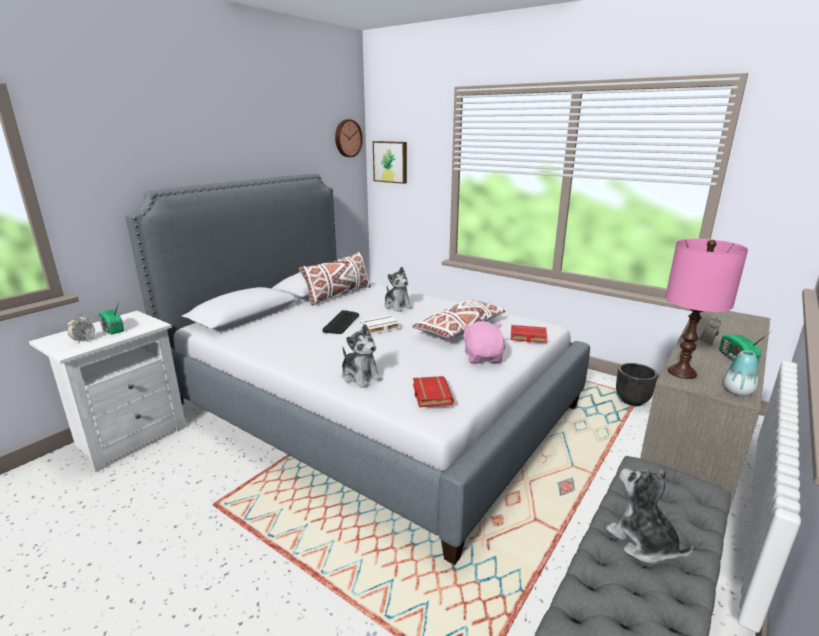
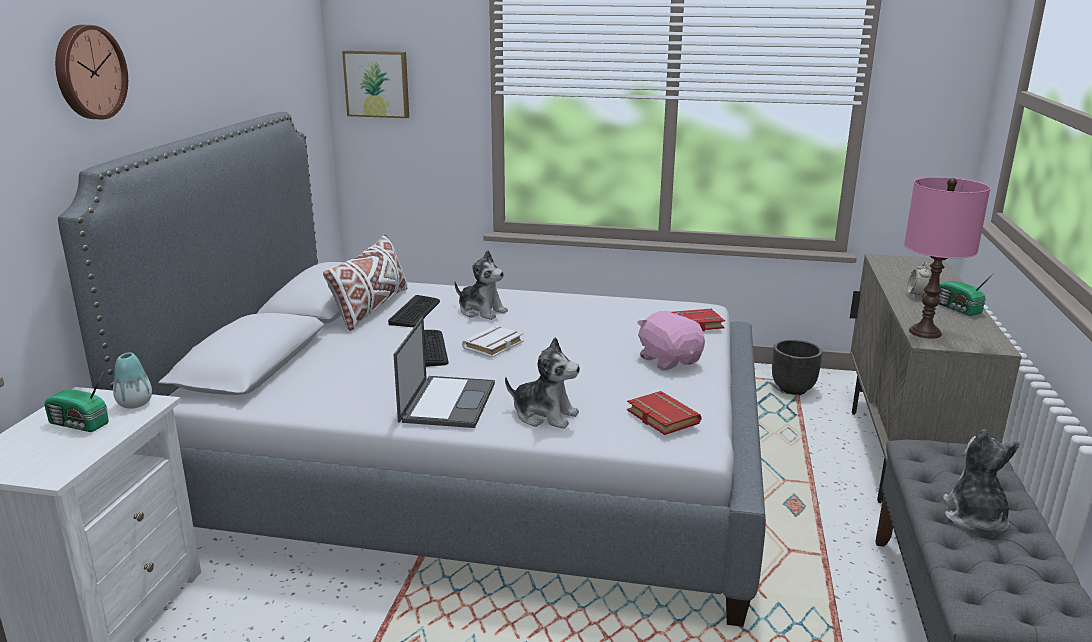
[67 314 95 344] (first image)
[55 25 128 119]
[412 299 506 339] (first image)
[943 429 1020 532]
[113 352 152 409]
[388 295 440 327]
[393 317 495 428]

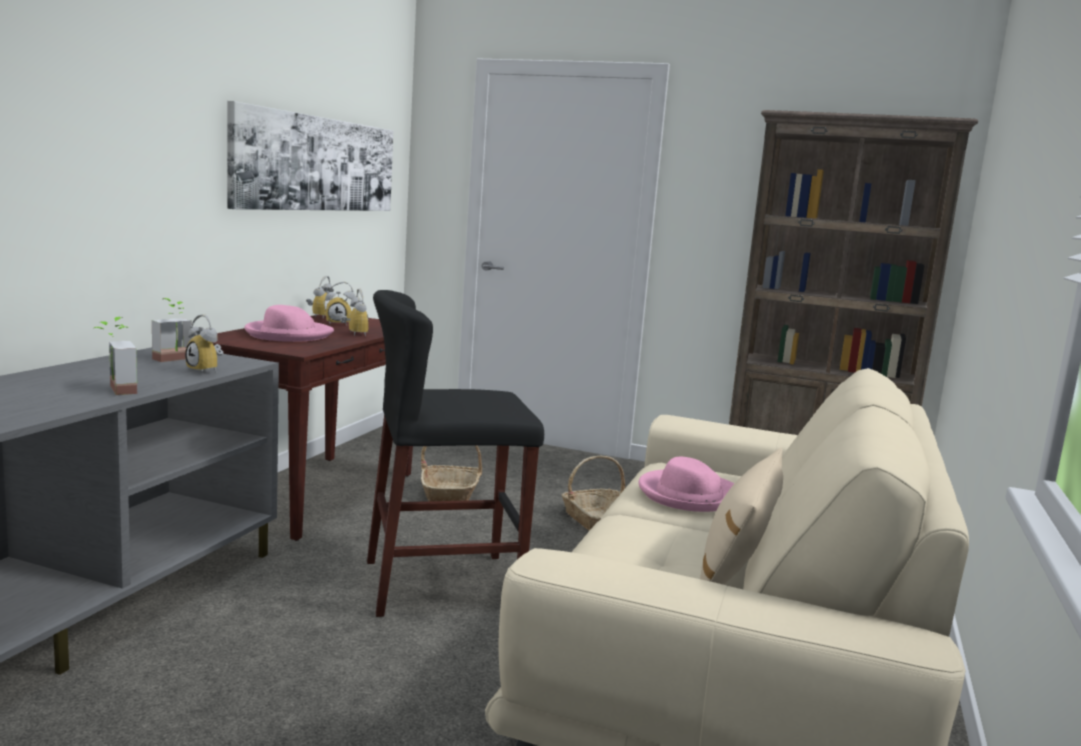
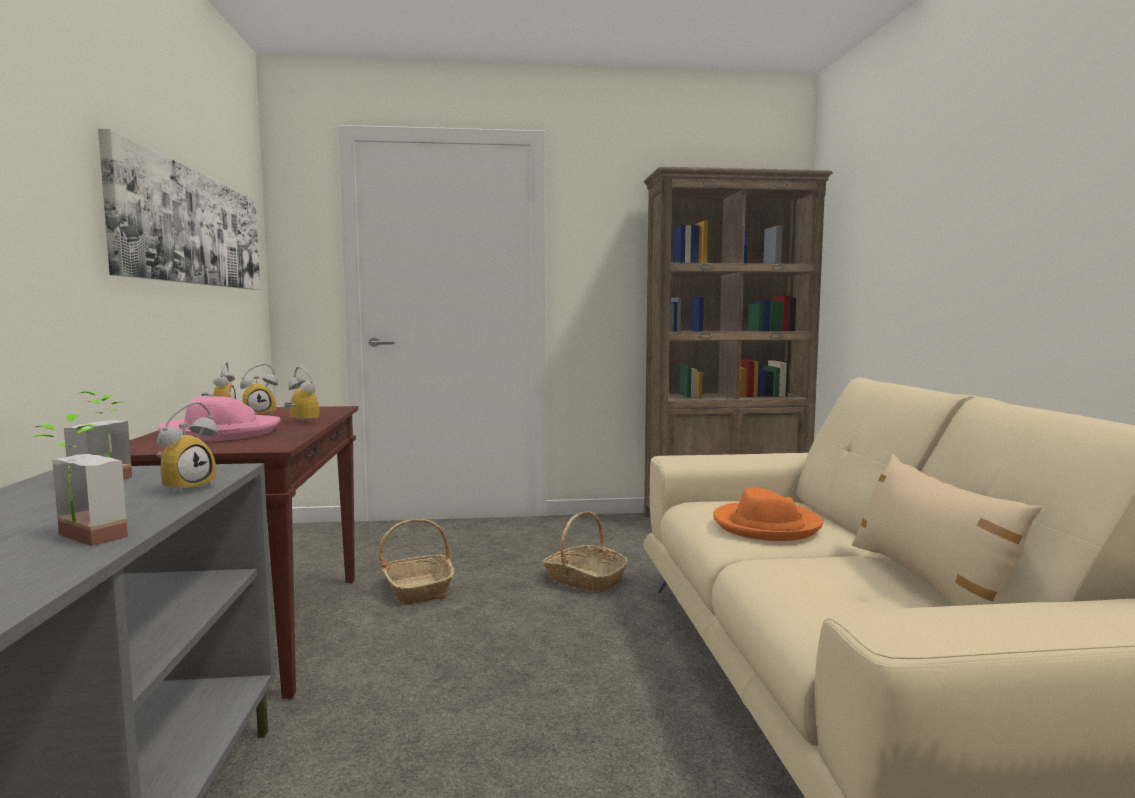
[157 401 218 495]
[367 290 544 617] (first image)
[713 488 823 541]

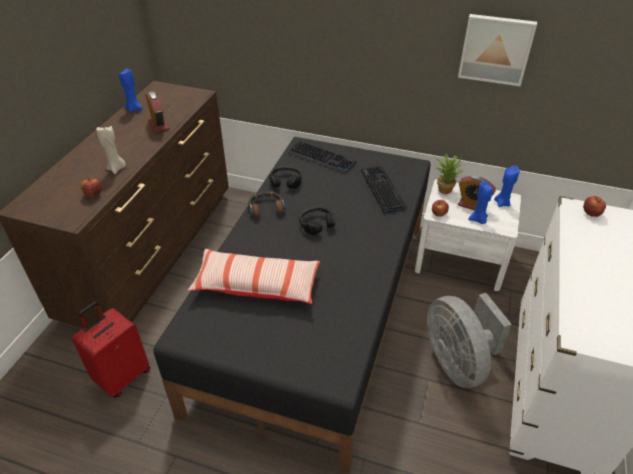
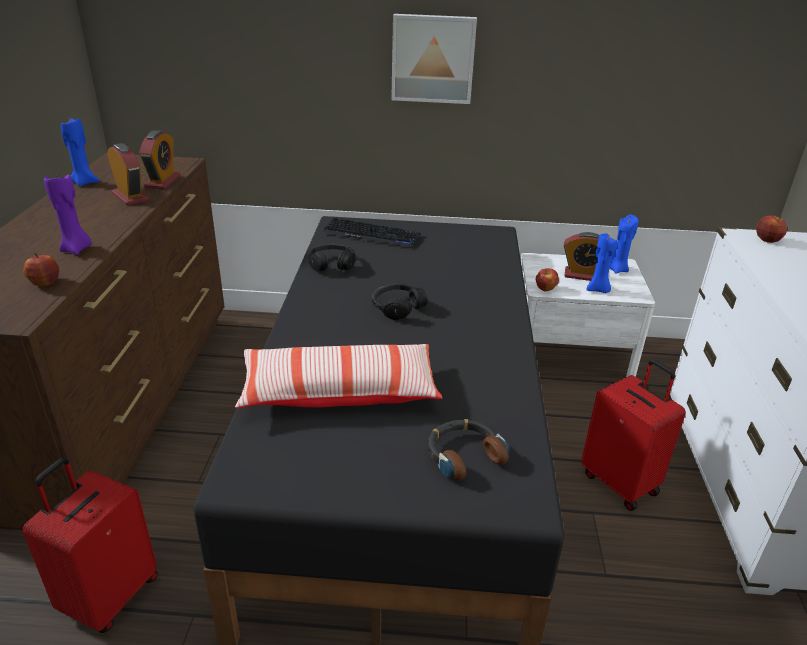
[44 174 91 255]
[428 419 509 480]
[361 166 408 213] (first image)
[581 359 686 511]
[435 153 463 194] (first image)
[391 14 477 104]
[139 130 181 189]

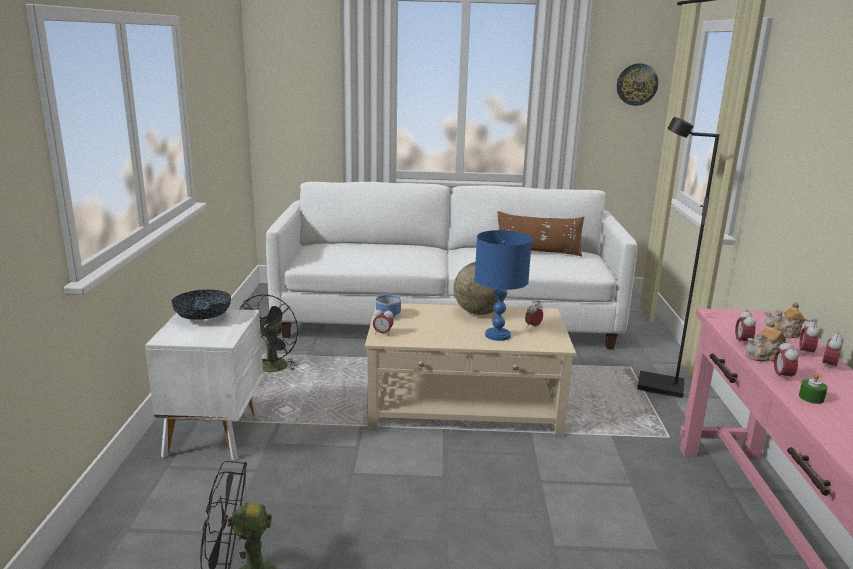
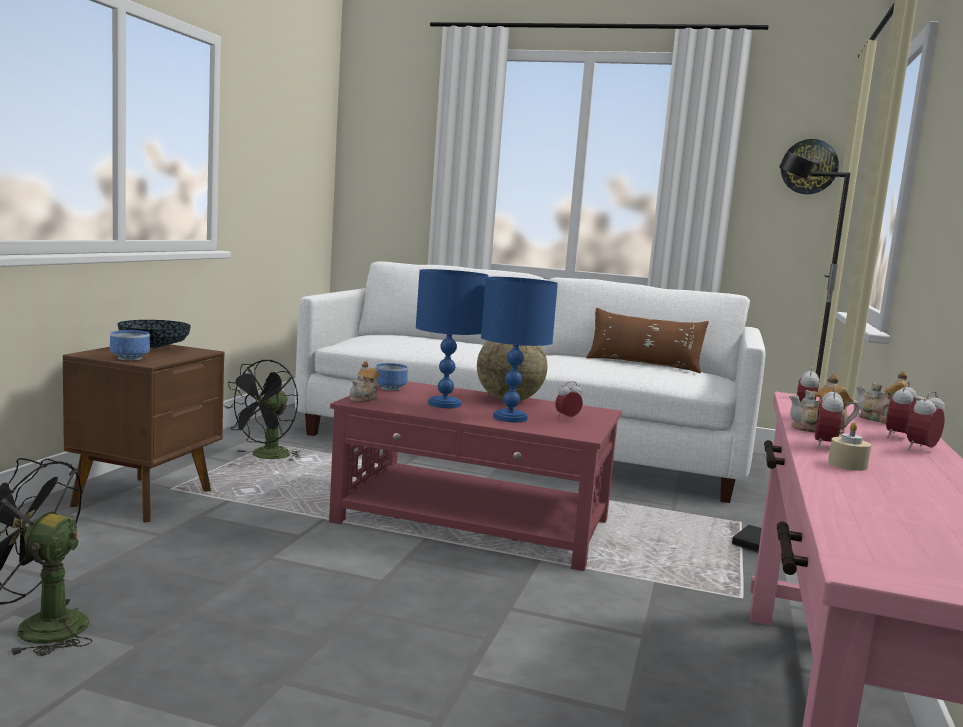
[63 344 225 523]
[329 381 622 571]
[350 361 379 402]
[828 422 871 471]
[110 330 150 361]
[416 269 488 408]

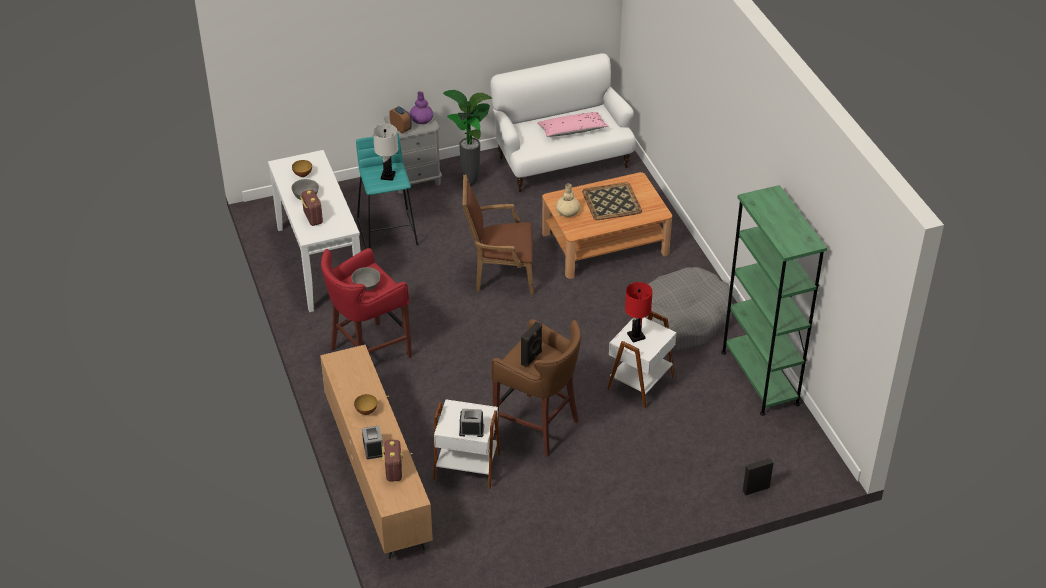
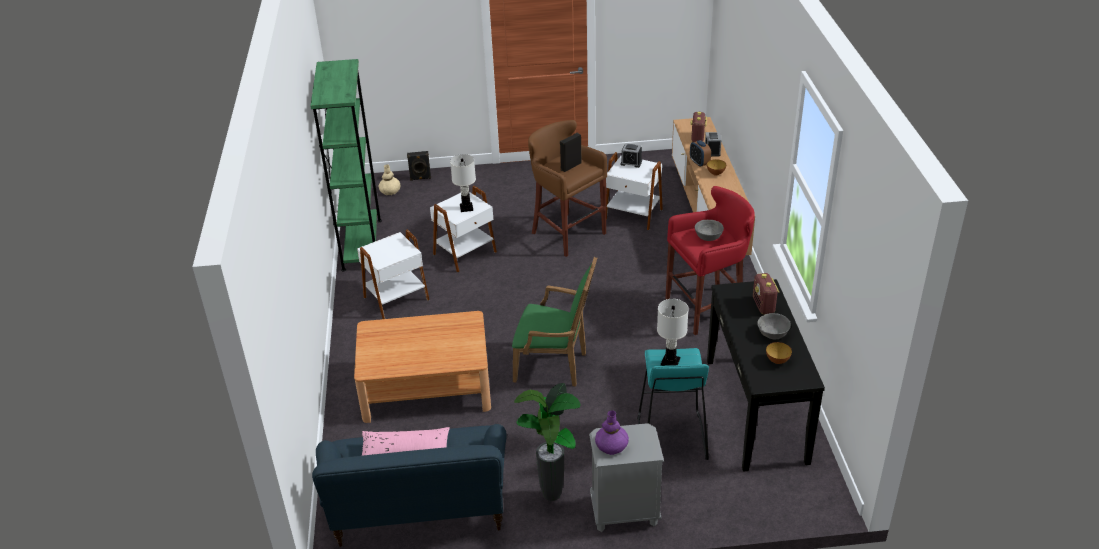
[707 279 825 472]
[690 140 711 167]
[512 257 597 386]
[312 424 507 547]
[378 164 400 195]
[582 182 642 220] (first image)
[450 154 476 212]
[357 230 429 319]

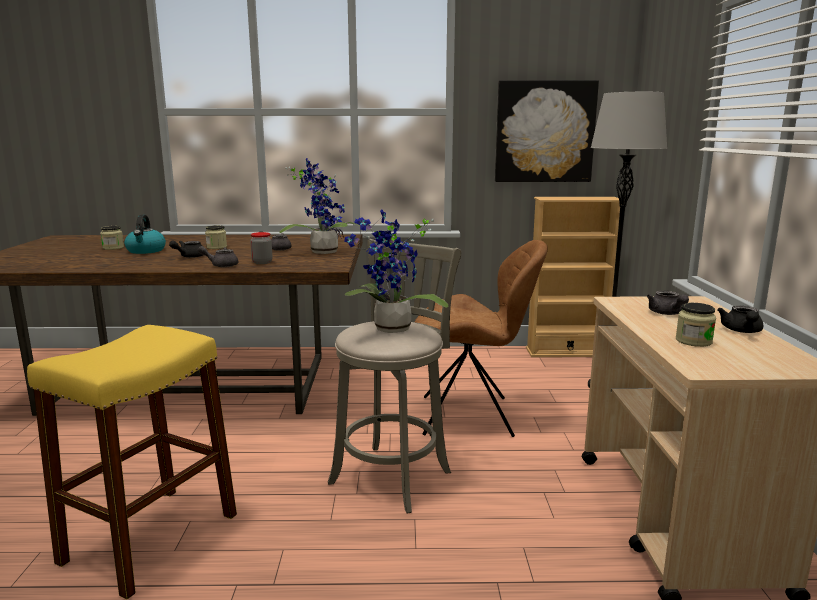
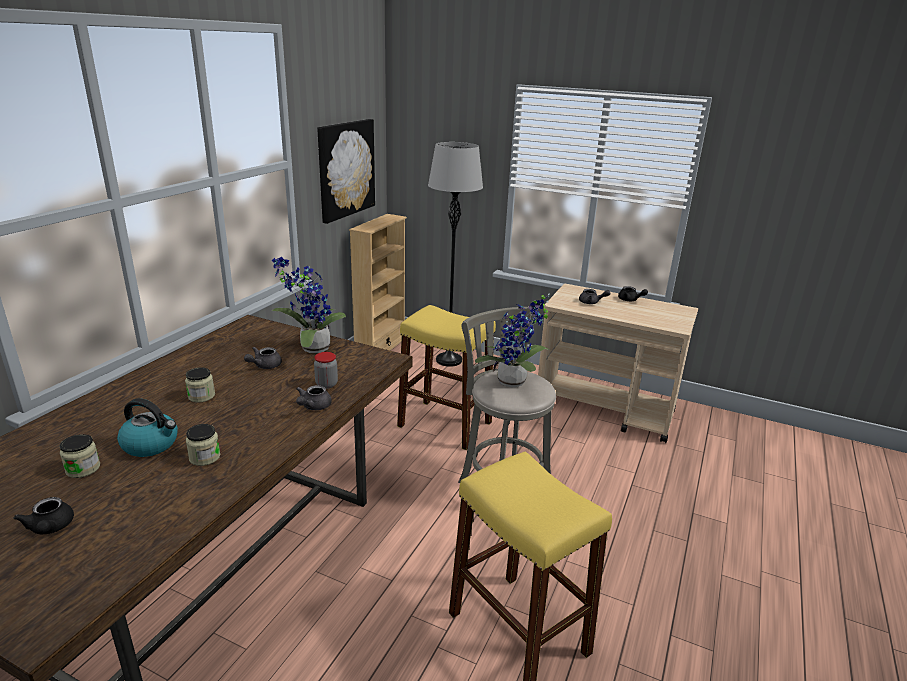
[14 497 74 534]
[397 305 496 450]
[186 424 221 466]

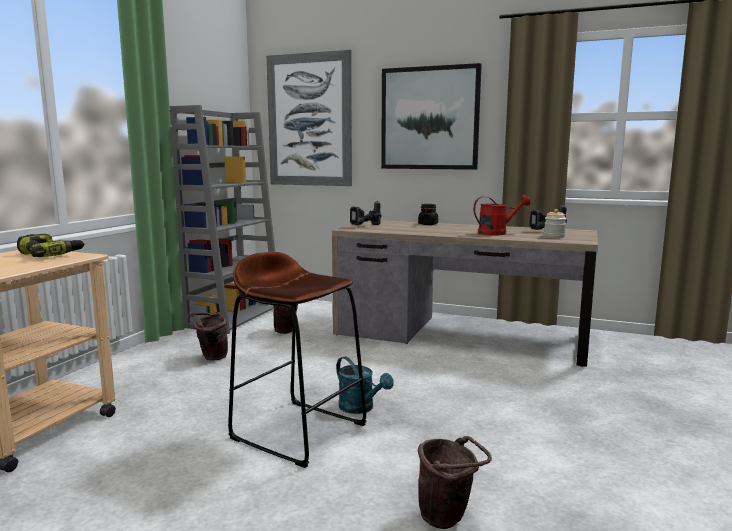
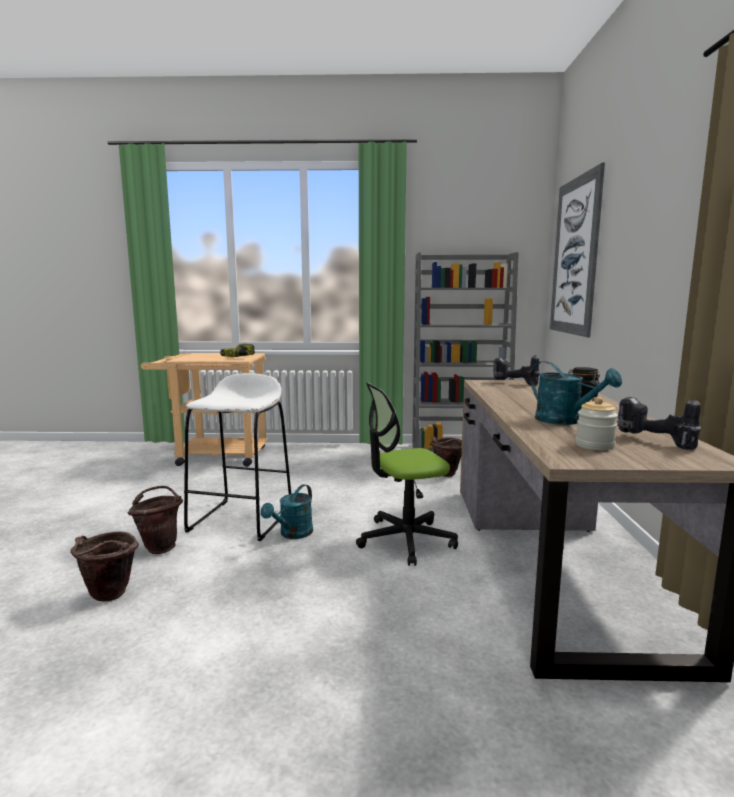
[128 486 183 554]
[184 373 291 541]
[381 63 482 170] (first image)
[530 361 622 425]
[356 382 458 566]

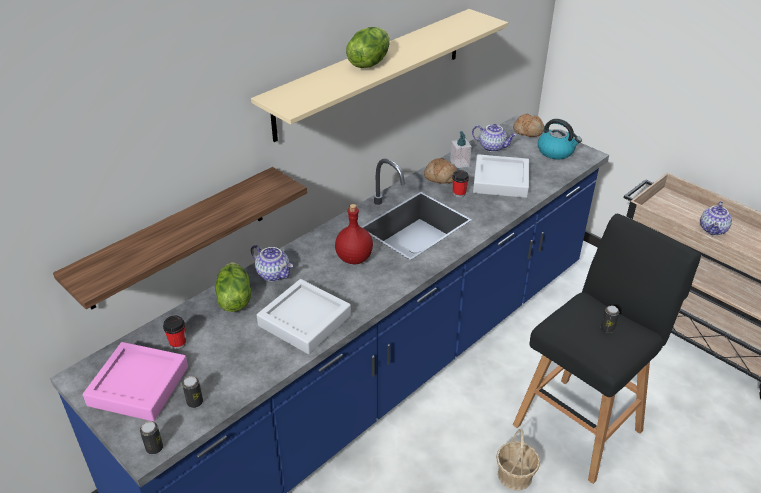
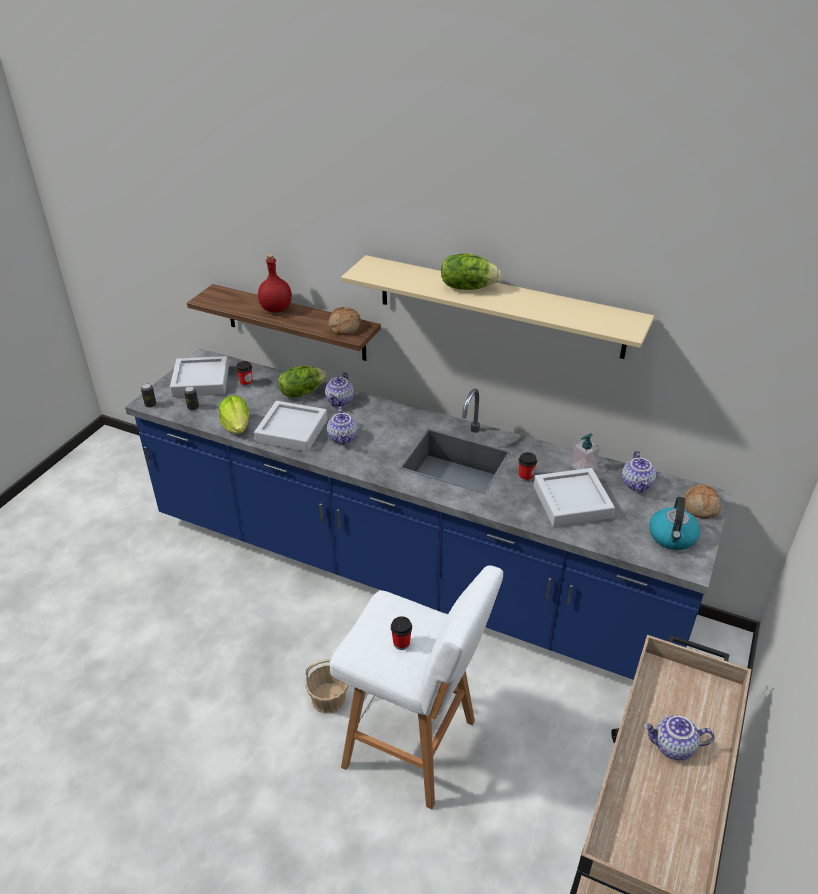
[170 356 229 397]
[258 254 292 313]
[328 307 361 335]
[330 565 503 809]
[391 616 412 650]
[219 396 249 434]
[327 407 358 445]

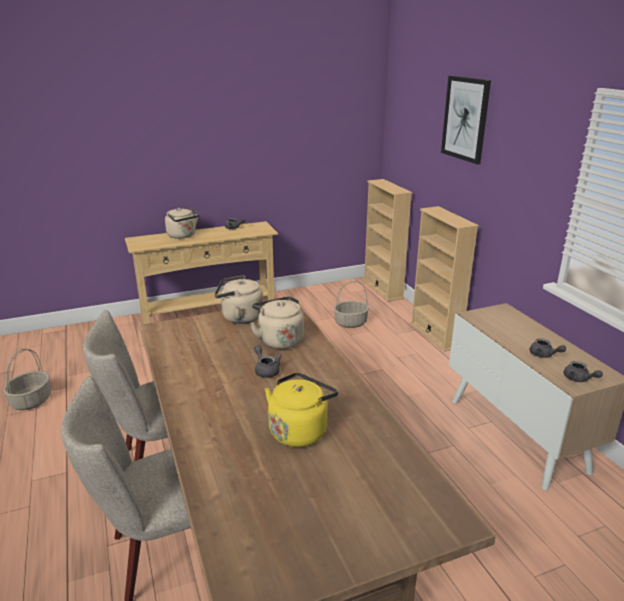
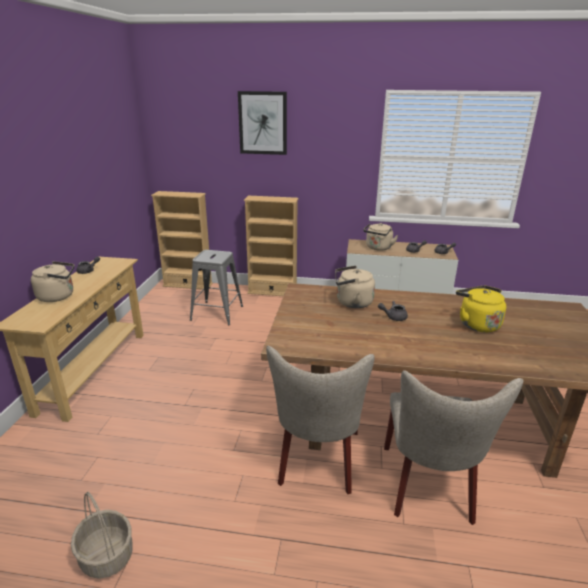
[363 223 398 251]
[190 250 243 325]

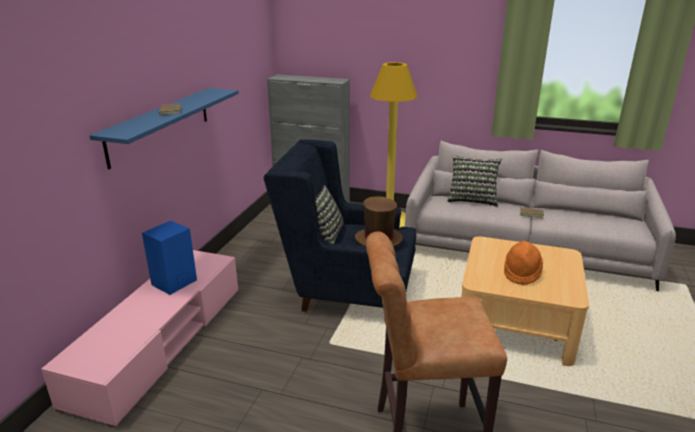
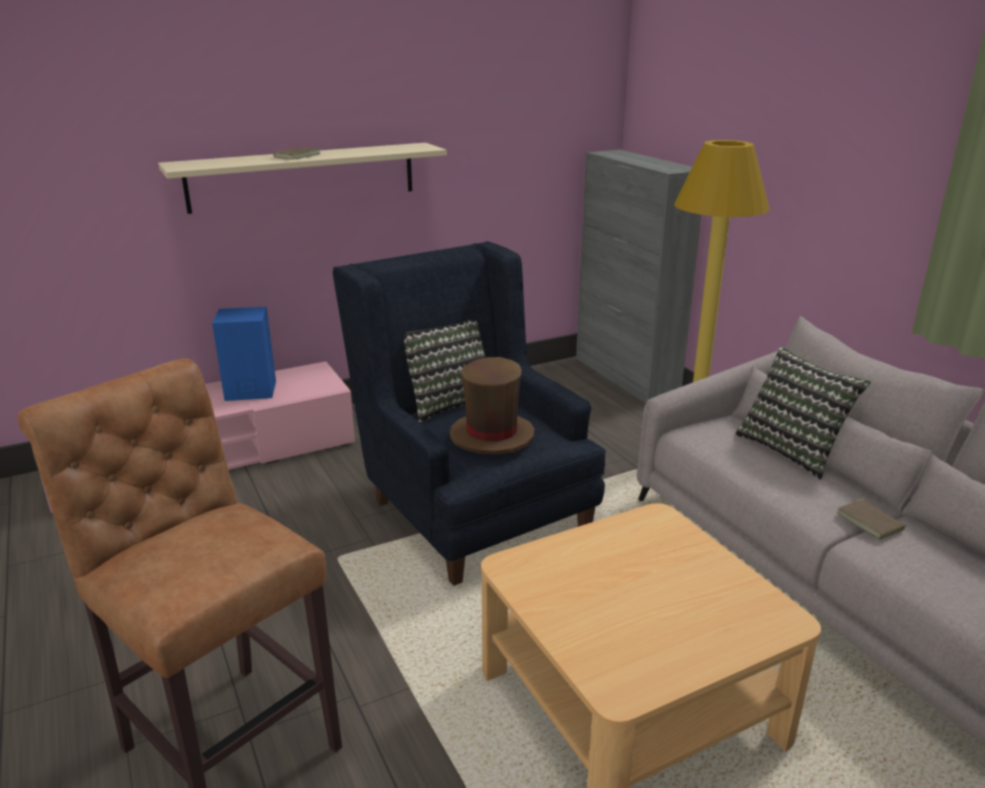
[158 143 447 214]
[504 241 543 285] (first image)

